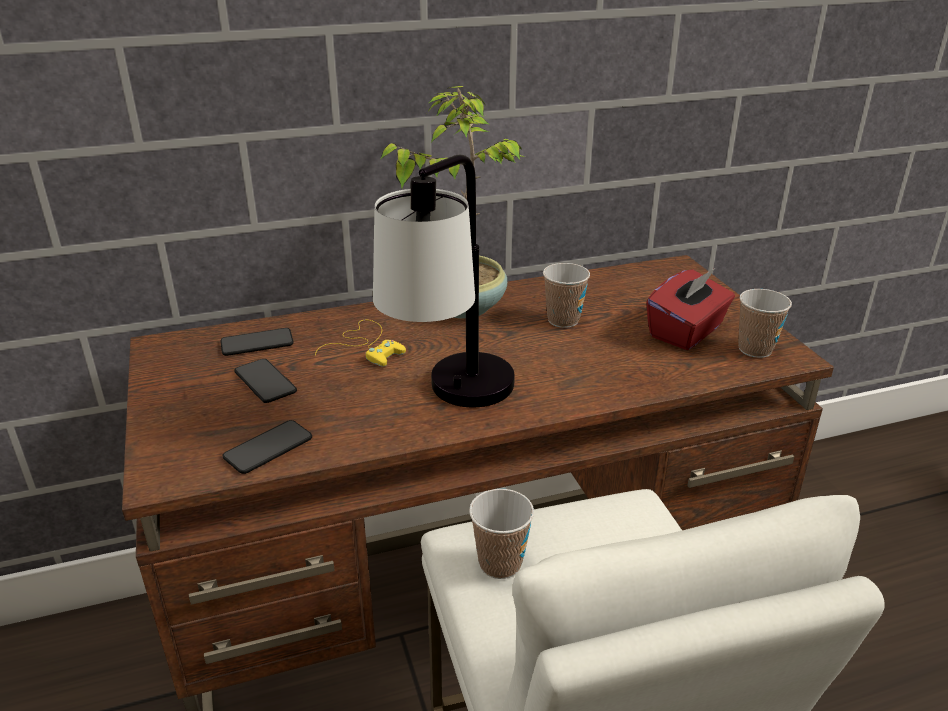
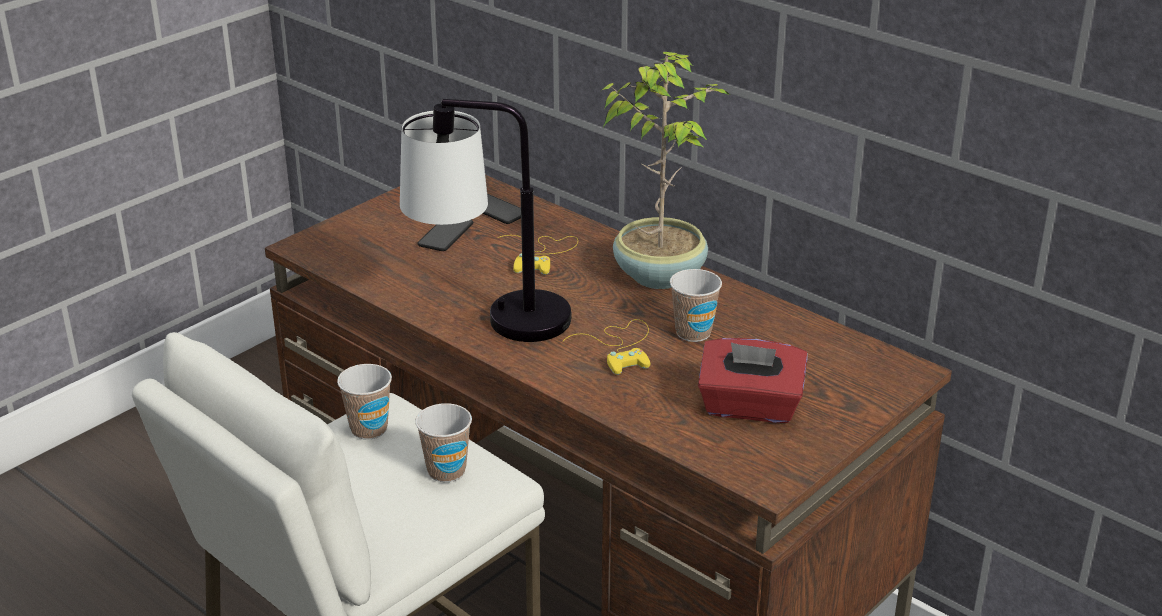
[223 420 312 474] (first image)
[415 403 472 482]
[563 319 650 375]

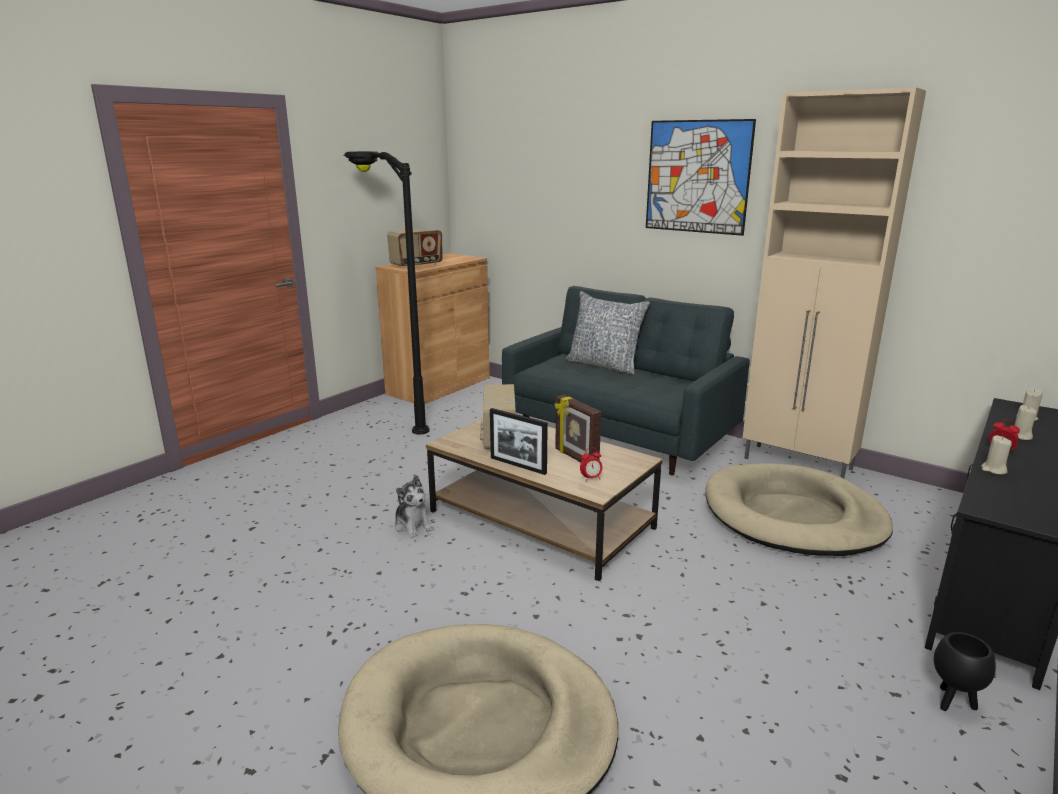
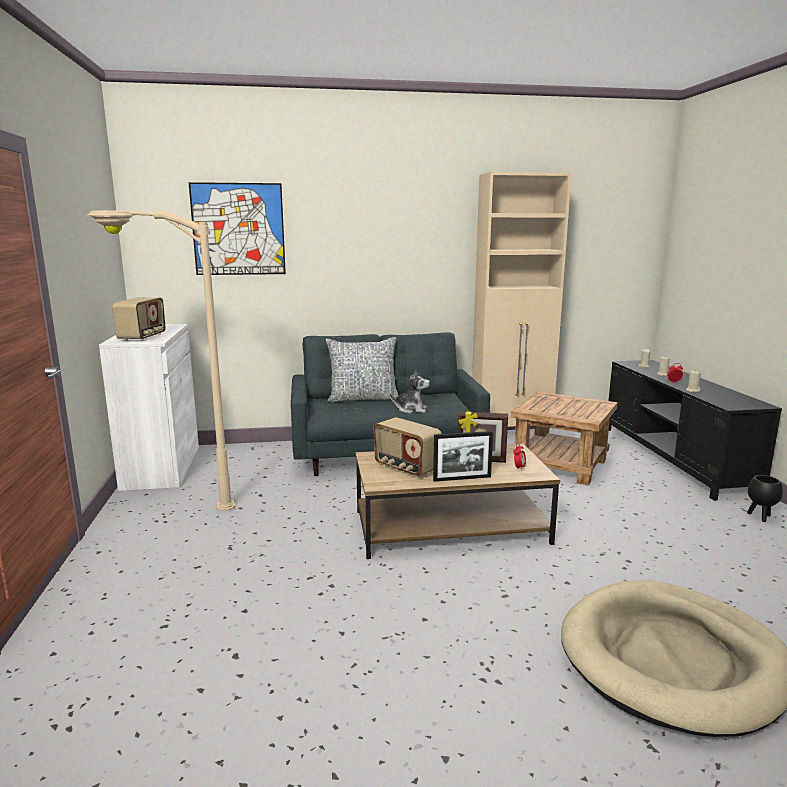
[87 210 236 511]
[99 324 199 491]
[390 369 430 413]
[189 182 286 275]
[511 392 618 486]

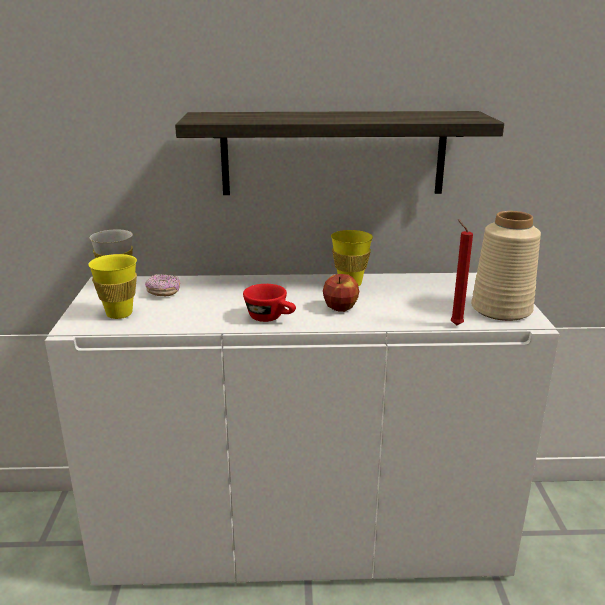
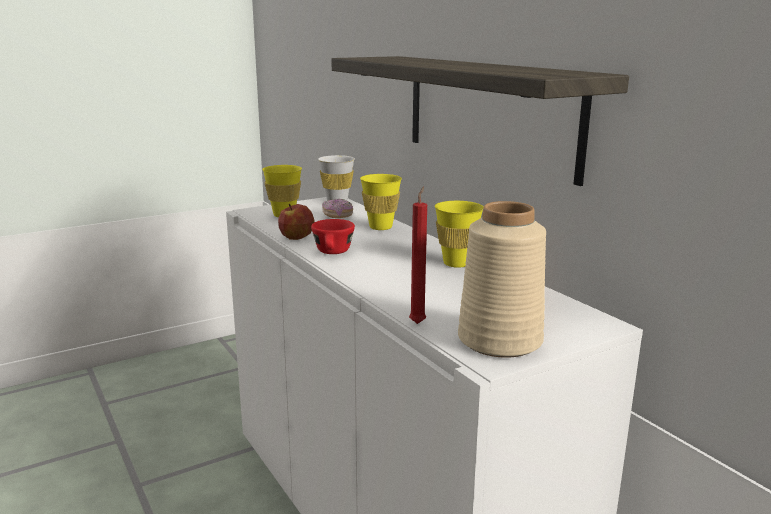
[278 204 315 240]
[360 174 402 230]

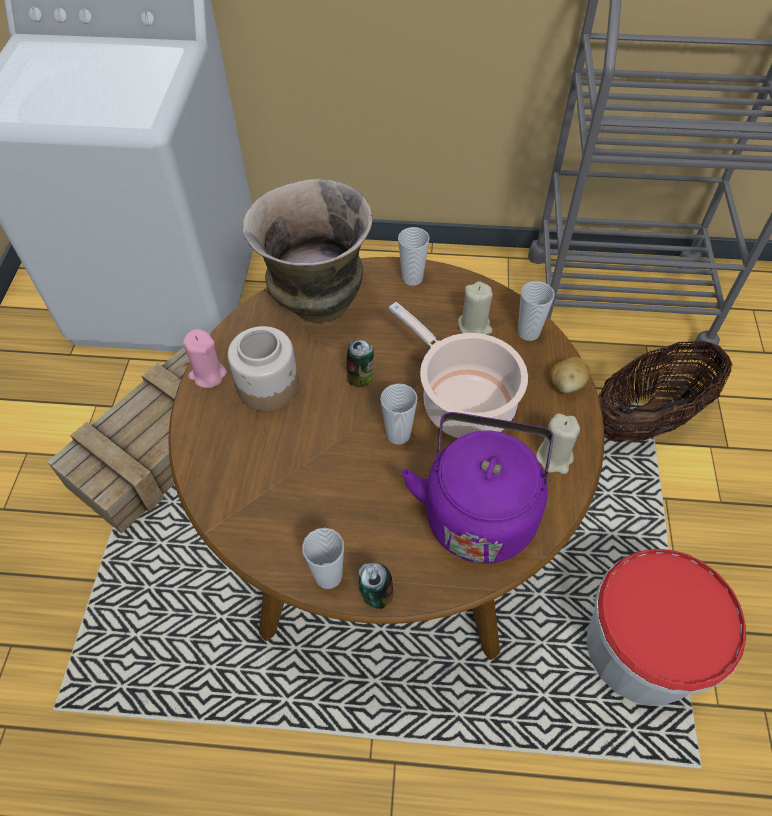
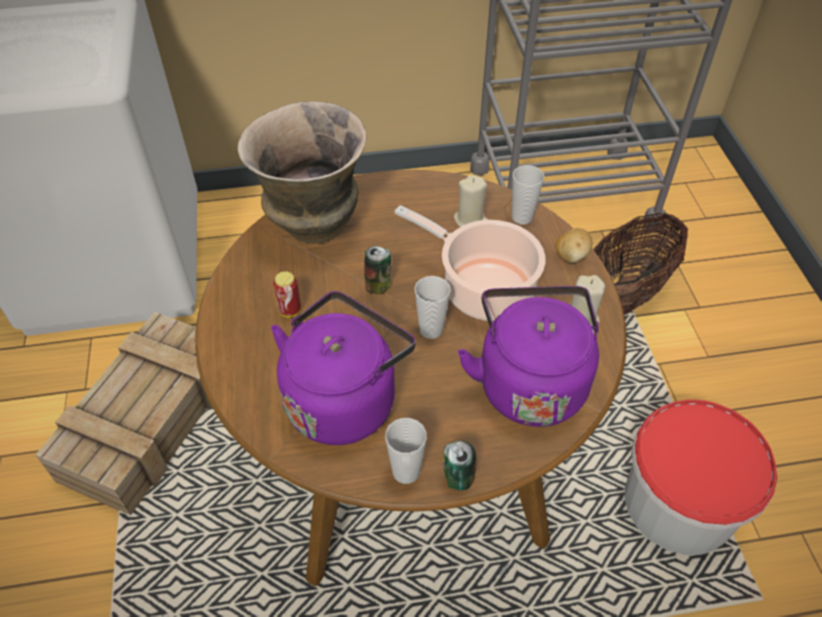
[183 329 227 388] (first image)
[273 271 301 318]
[398 227 429 286] (first image)
[271 291 415 445]

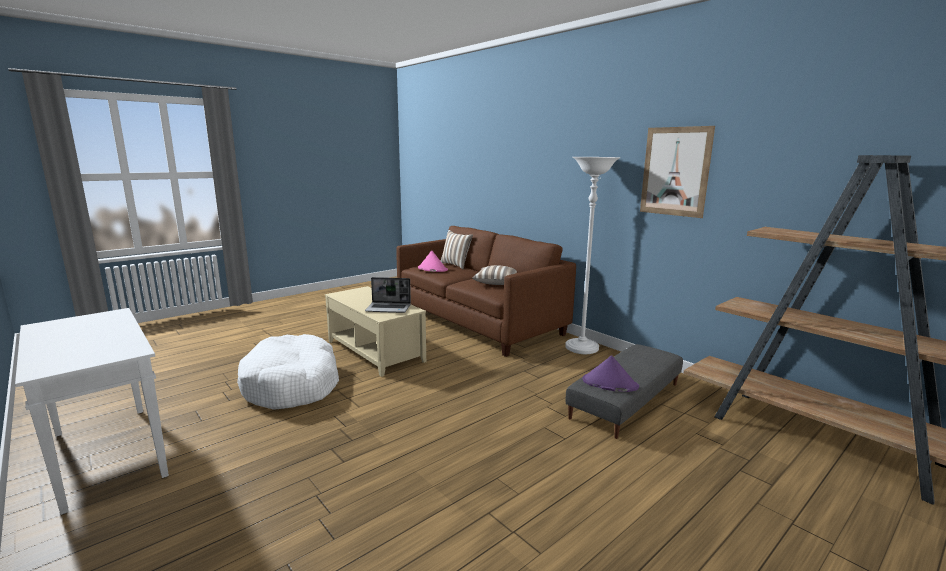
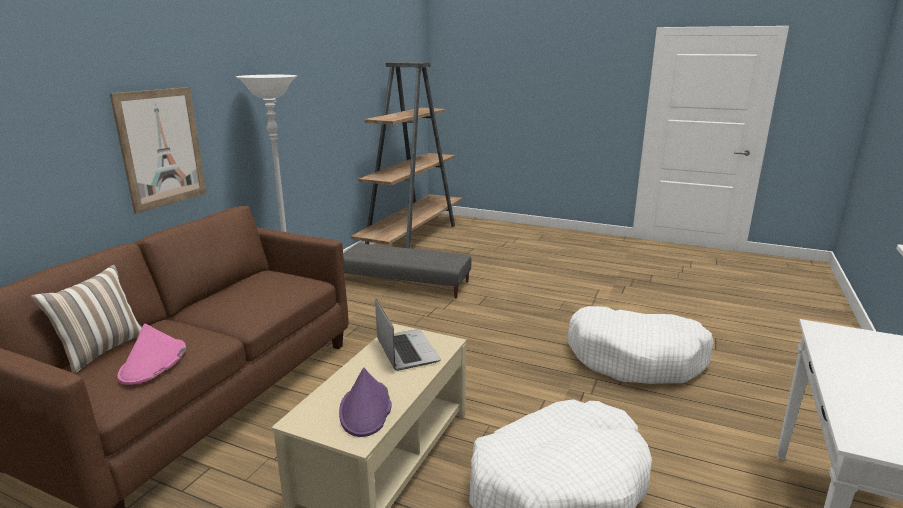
[472 265 517 285] (first image)
[339 368 391 437]
[110 87 206 214]
[567 306 714 384]

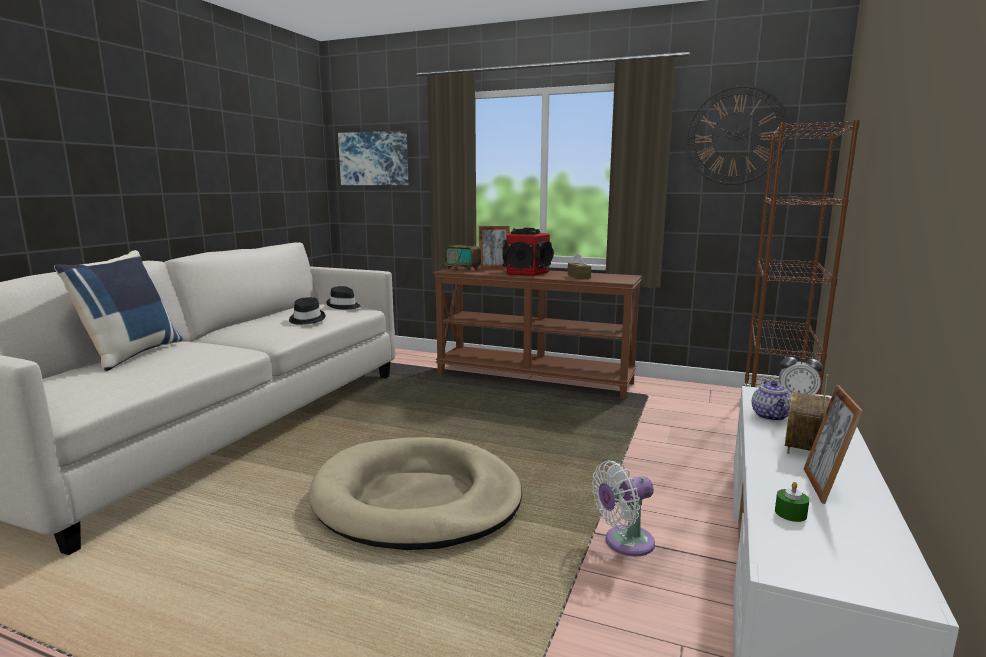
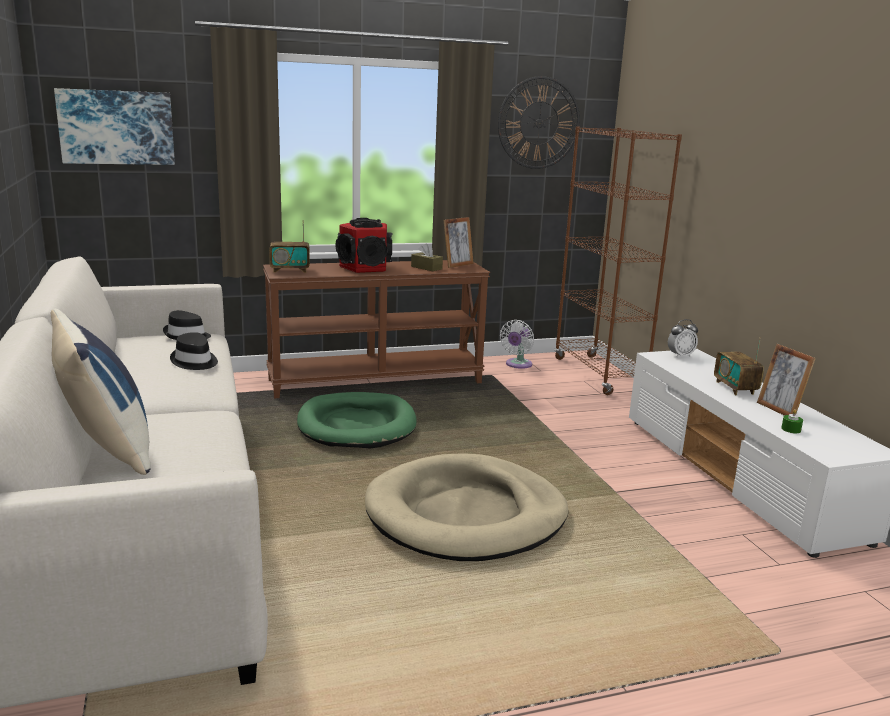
[444 217 474 268]
[500 320 534 369]
[752 380 791 421] (first image)
[297 392 417 448]

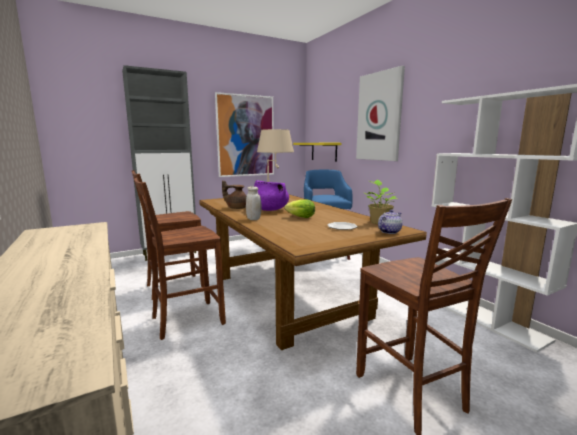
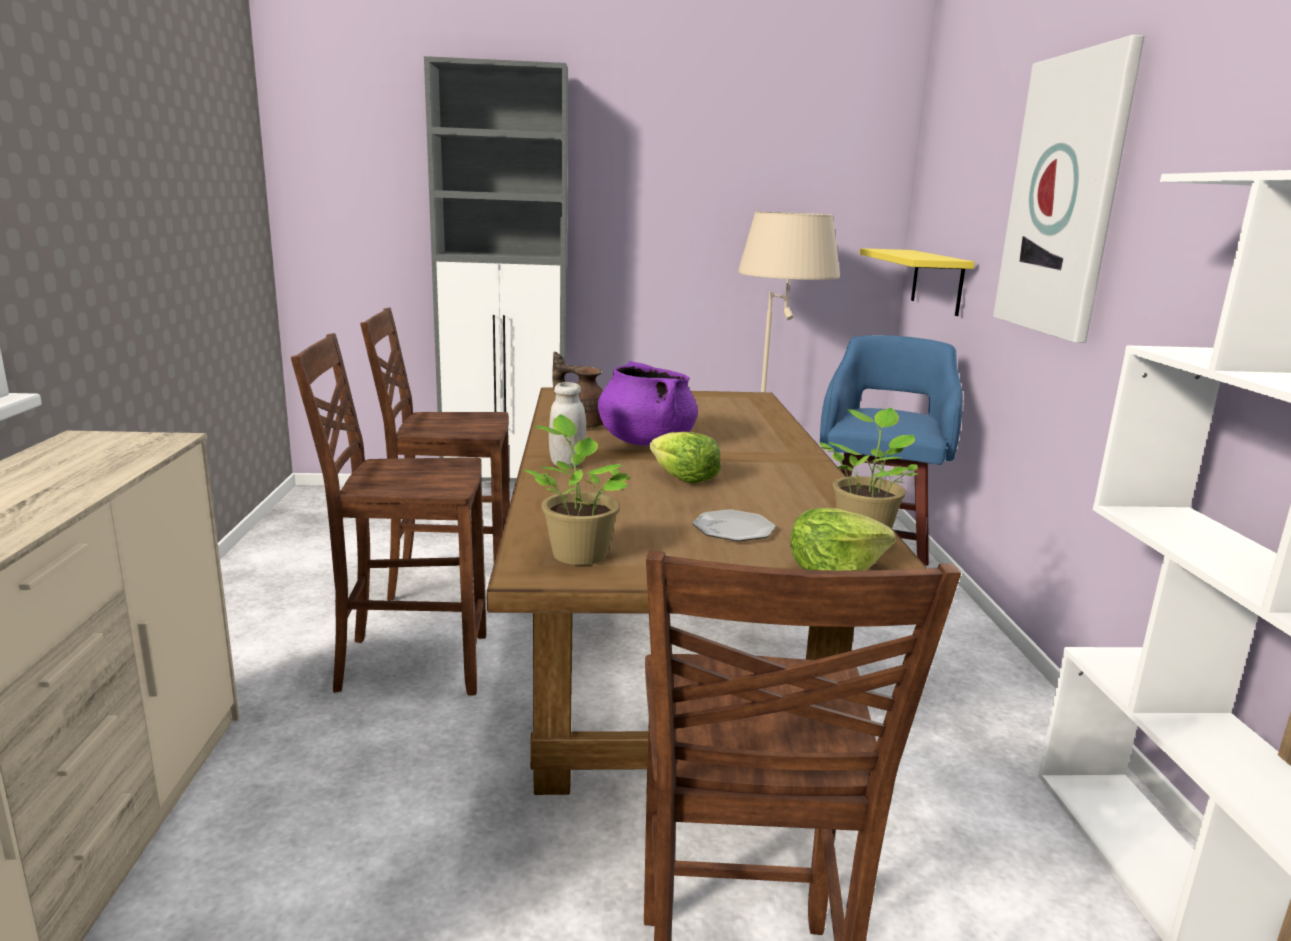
[215 92 274 177] (first image)
[790 508 895 570]
[524 414 632 565]

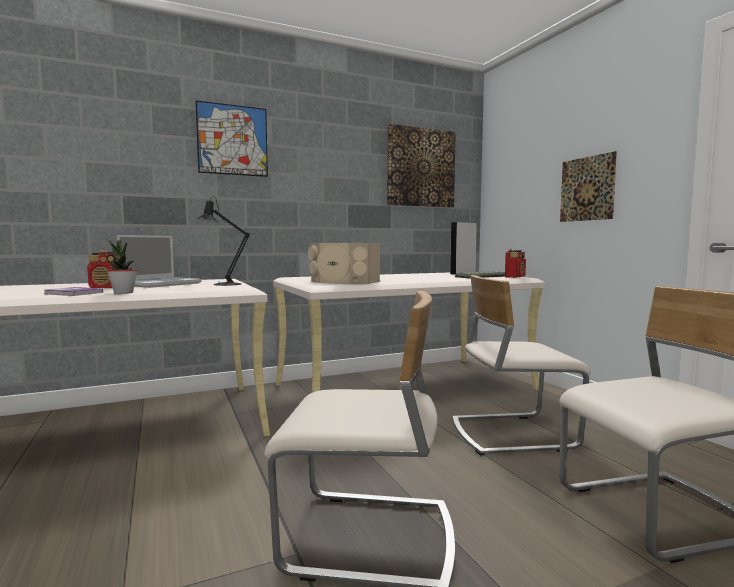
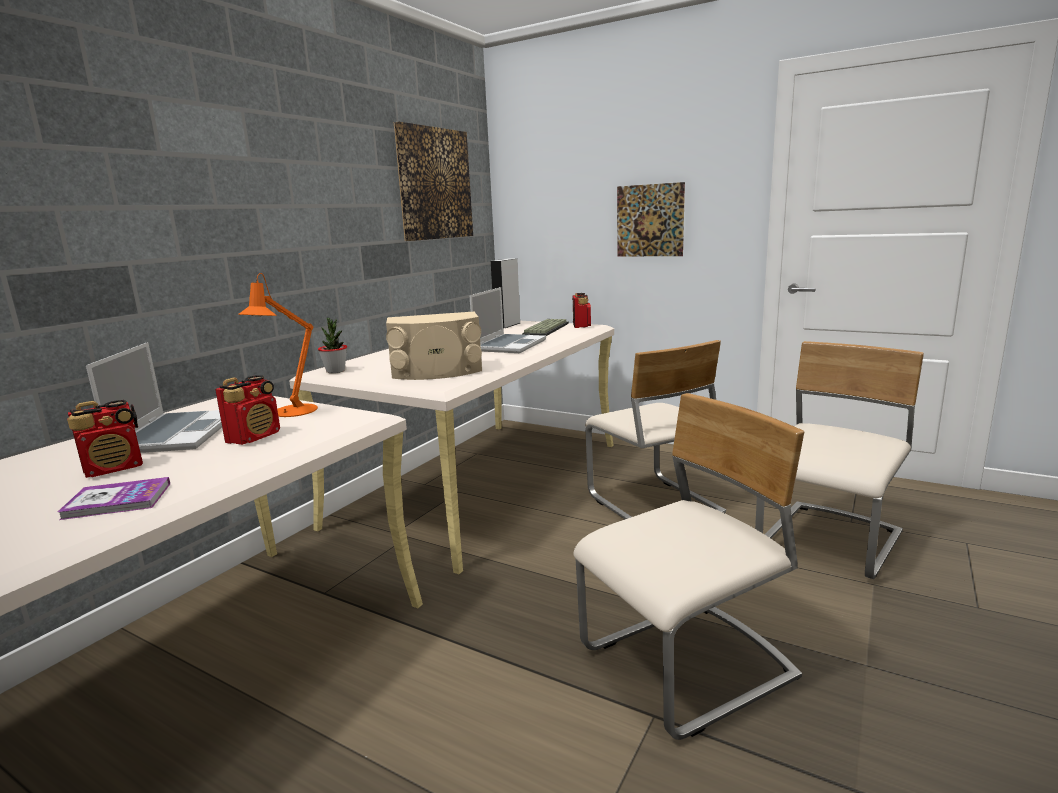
[318 318 347 373]
[196 101 268 177] (first image)
[238 273 318 417]
[585 340 726 519]
[215 375 280 445]
[470 287 546 353]

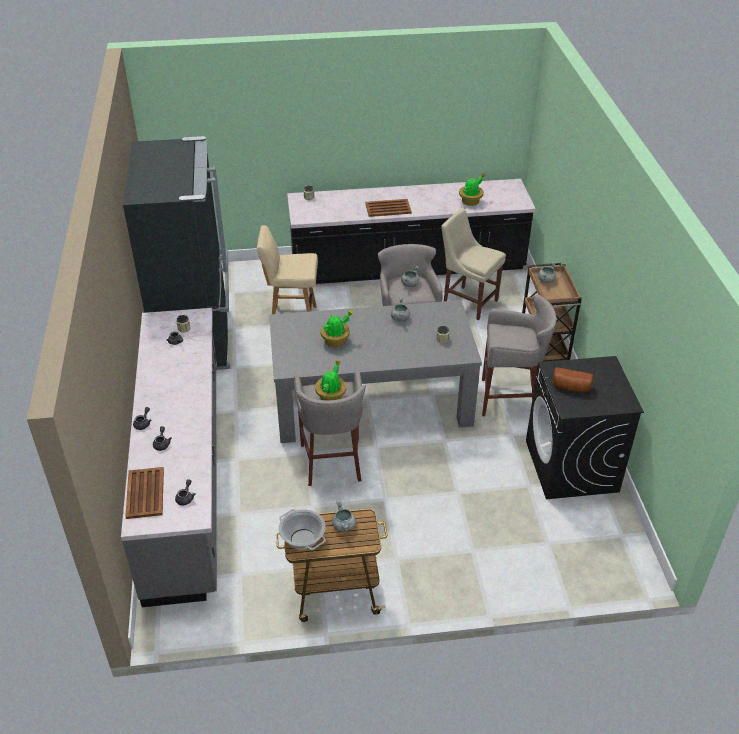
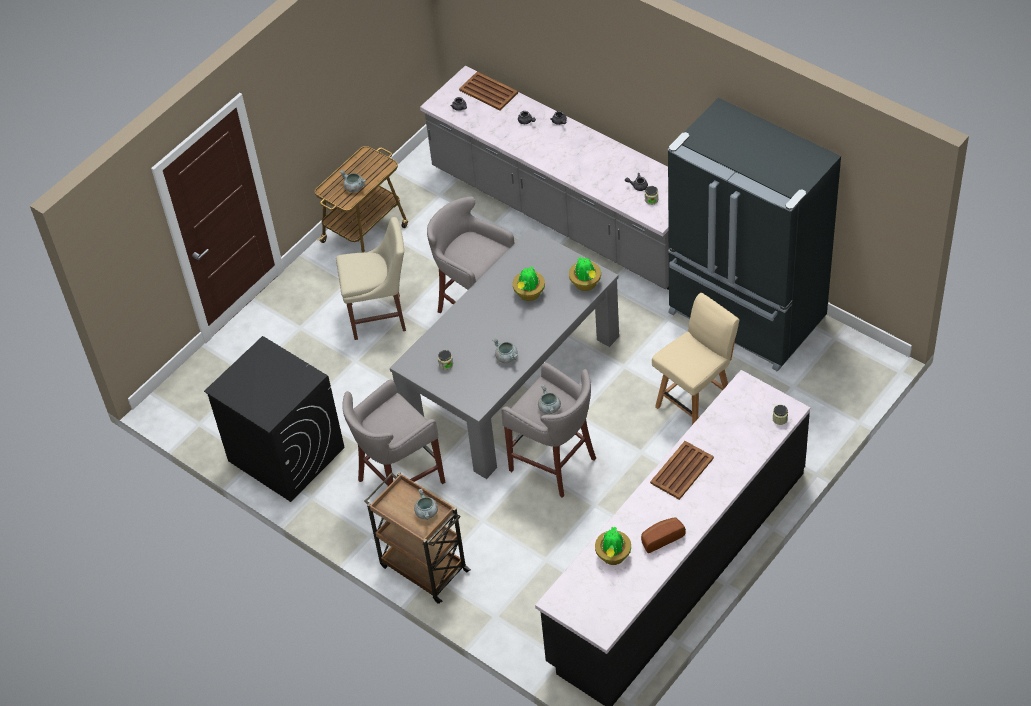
[279 509 326 550] (first image)
[569 257 601 291]
[336 217 406 340]
[641 517 686 553]

